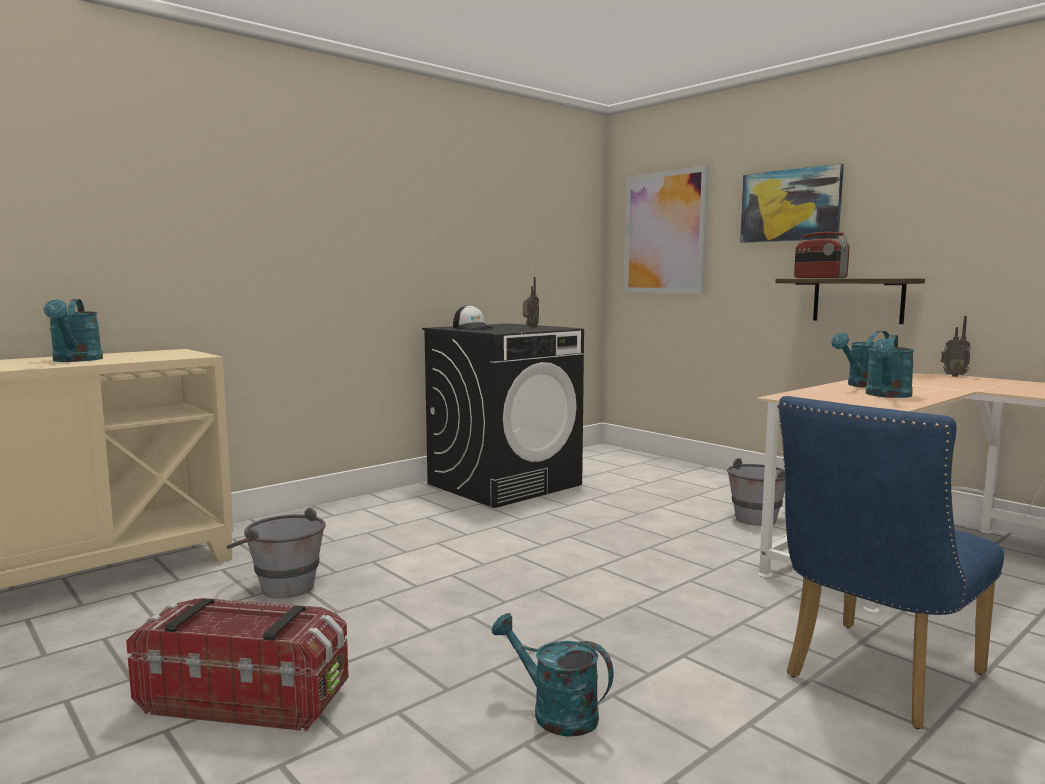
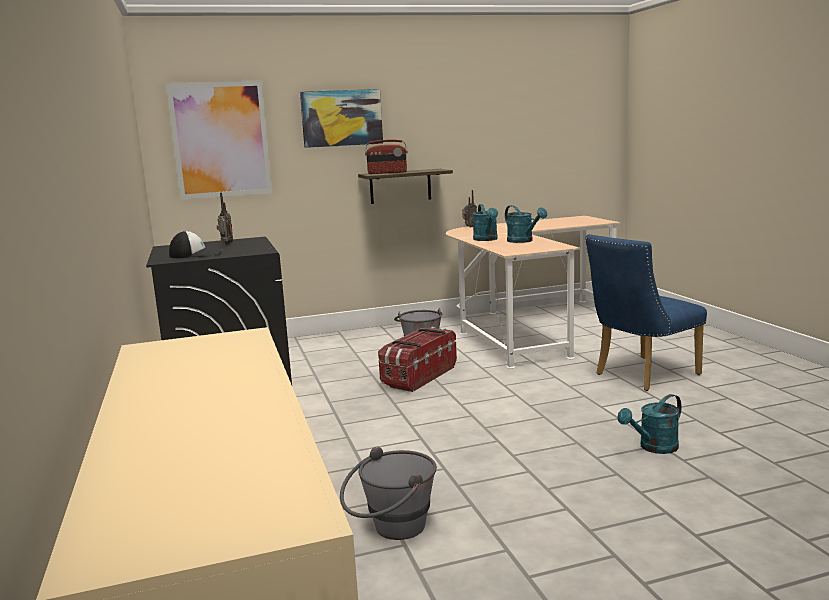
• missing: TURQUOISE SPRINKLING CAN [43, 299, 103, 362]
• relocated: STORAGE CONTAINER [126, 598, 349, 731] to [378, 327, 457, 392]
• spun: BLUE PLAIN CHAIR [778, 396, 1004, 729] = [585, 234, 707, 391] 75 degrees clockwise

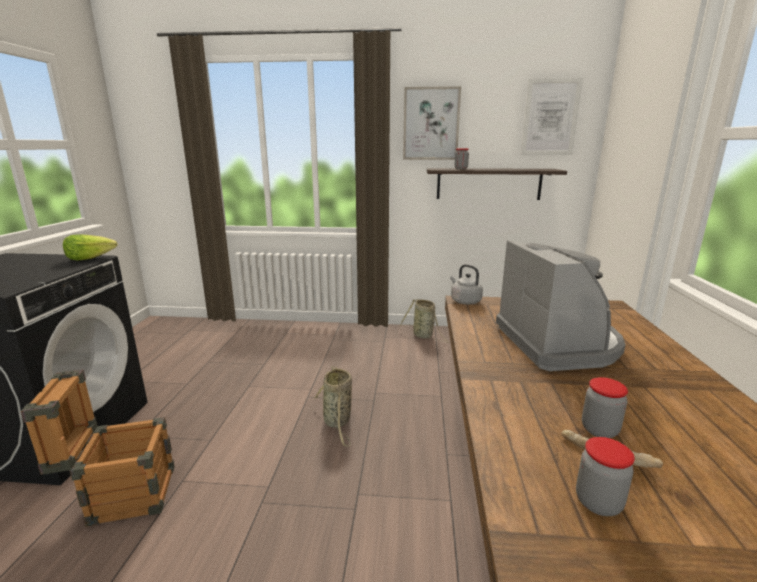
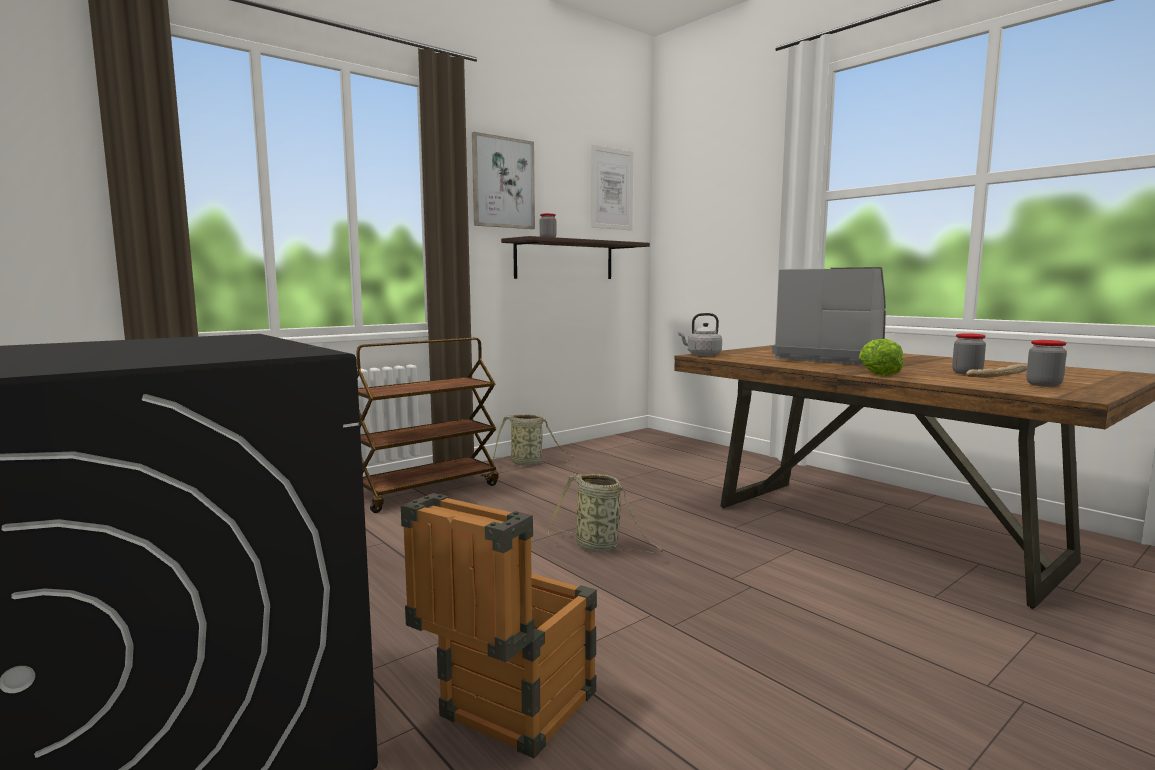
• appeared: BROWNISH CART [356, 338, 499, 513]
• relocated: LETTUCE HEAD [63, 234, 118, 261] to [859, 339, 903, 376]

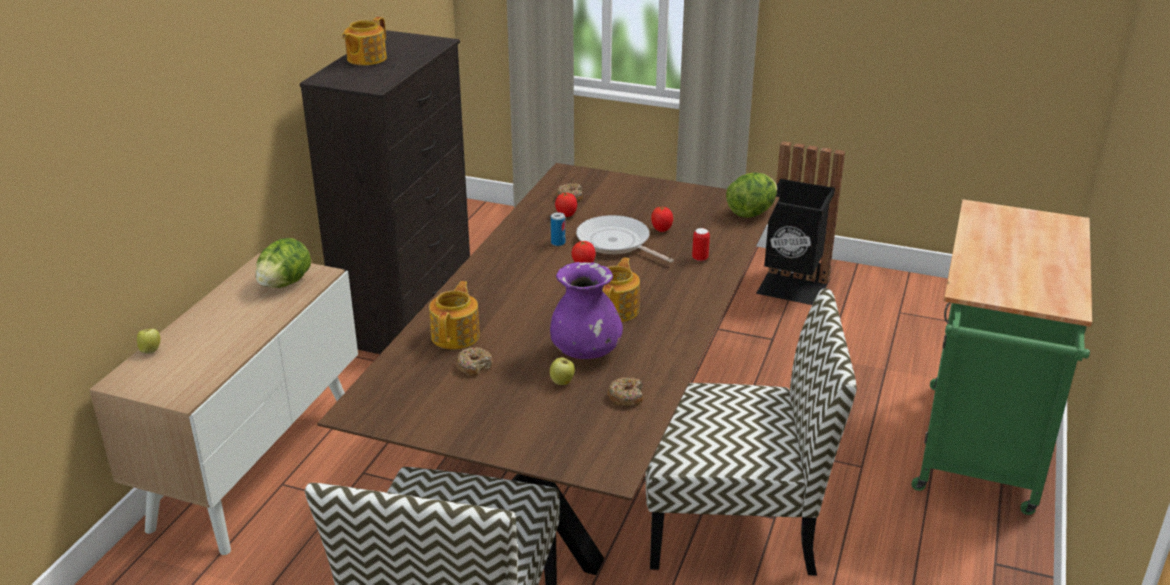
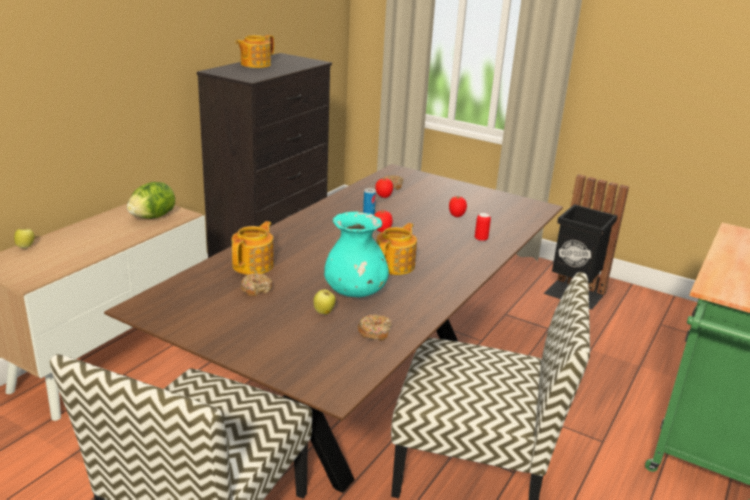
• missing: SKILLET [576, 215, 674, 263]
• missing: LETTUCE HEAD [726, 172, 777, 218]
• colour: PURPLE DECORATIVE VASE [550, 262, 623, 359] to TURQUOISE DECORATIVE VASE [324, 211, 389, 297]

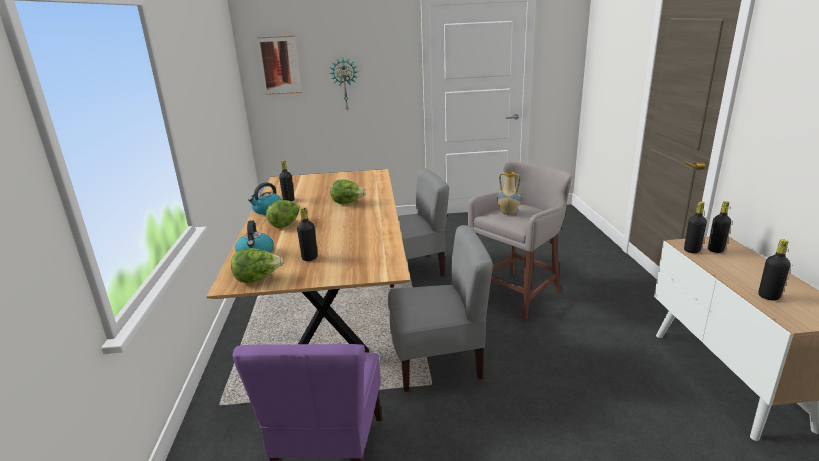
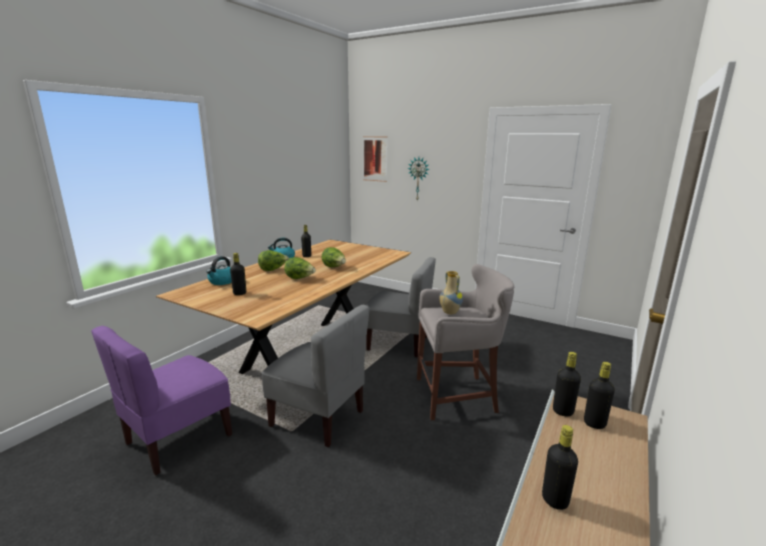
• relocated: LETTUCE HEAD [231, 248, 283, 283] to [284, 257, 316, 279]

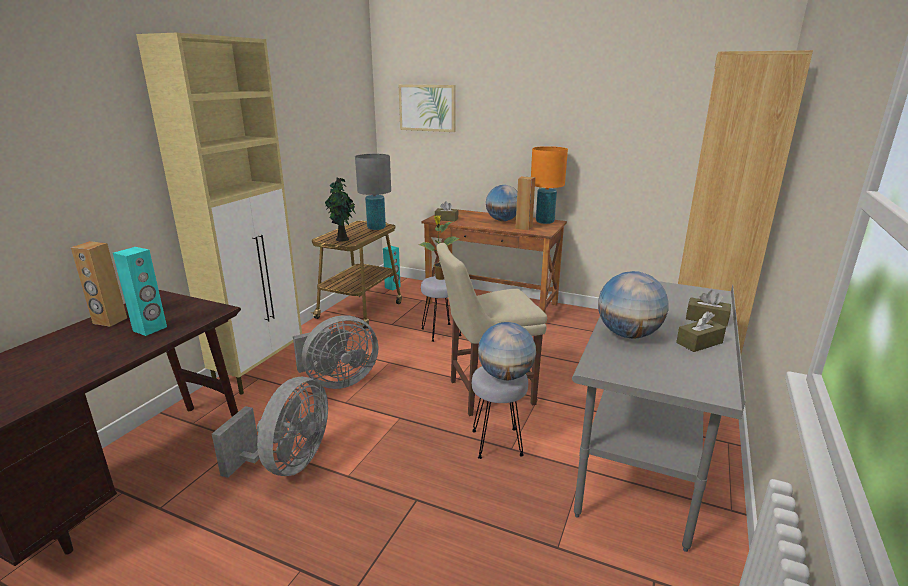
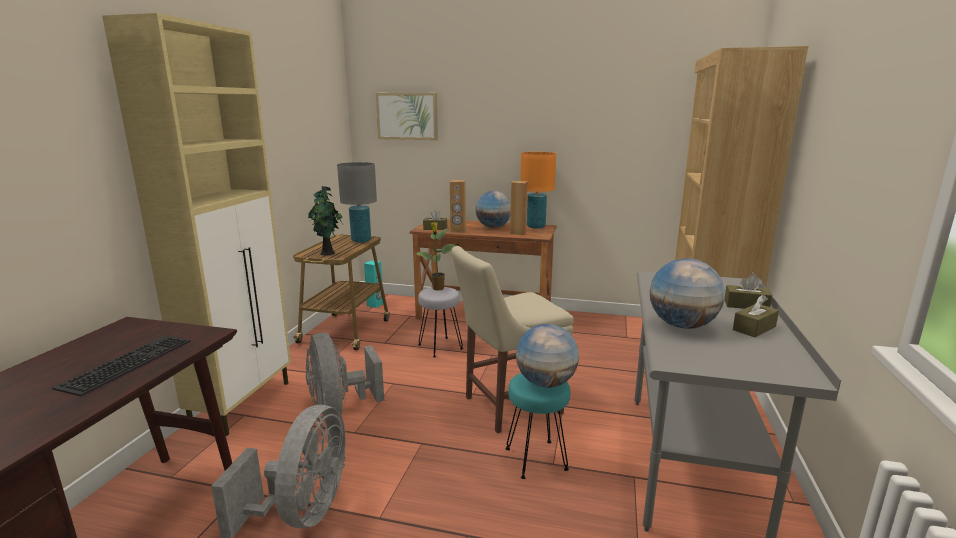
• relocated: BROWNISH AUDIO SPEAKER [71, 241, 127, 327] to [450, 180, 466, 233]
• exchanged: TURQUOISE AUDIO SPEAKER [113, 247, 167, 336] to KEYBOARD [52, 335, 191, 396]
• colour: GREY STOOL SEAT [472, 366, 528, 459] to TURQUOISE STOOL SEAT [506, 373, 570, 479]
• spun: GREY FAN [293, 315, 378, 389] = [306, 333, 384, 421] 105 degrees clockwise

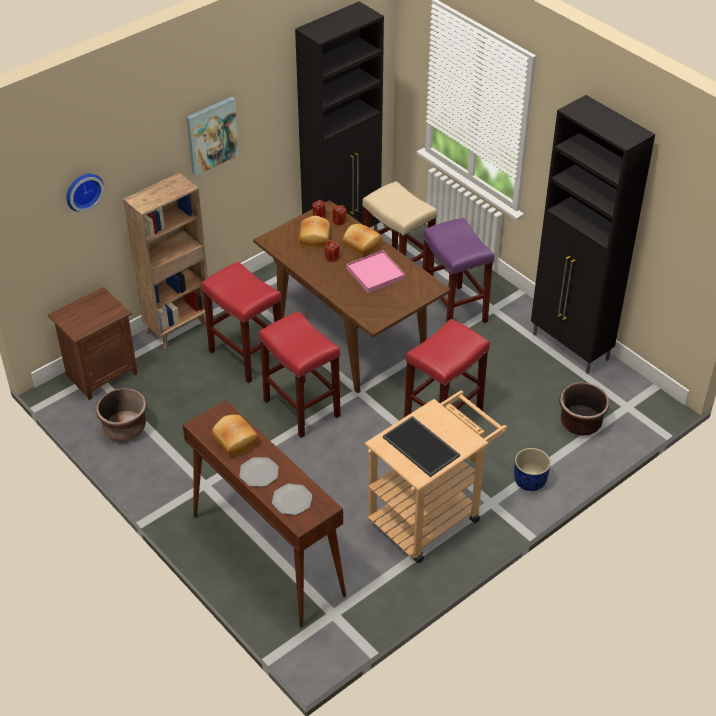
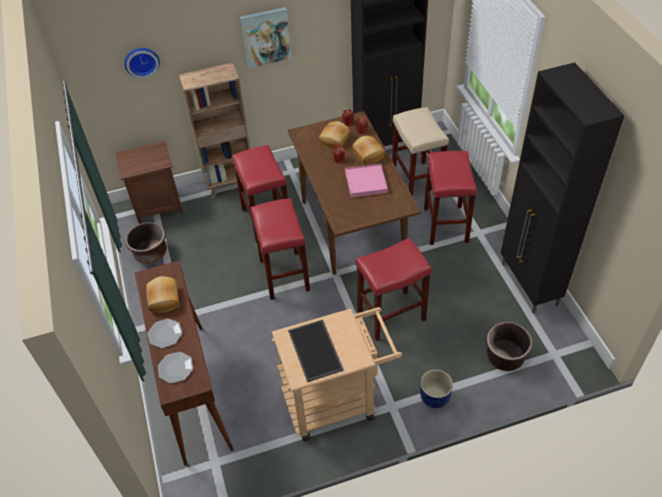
• colour: PURPLE STOOL SEAT [422, 218, 494, 323] to RED-COLOURED STOOL SEAT [424, 151, 477, 245]

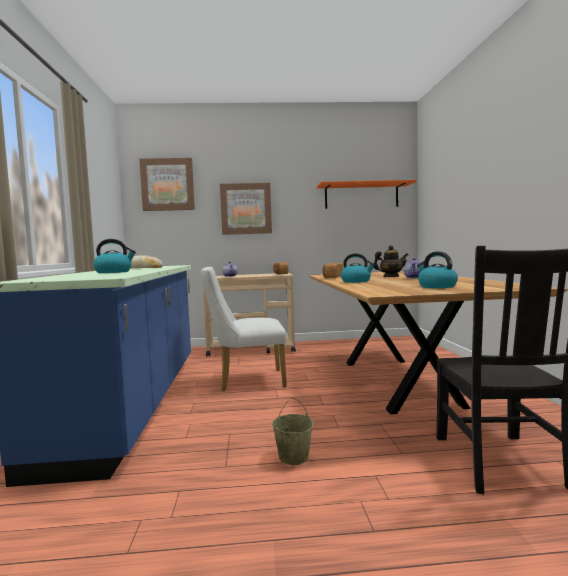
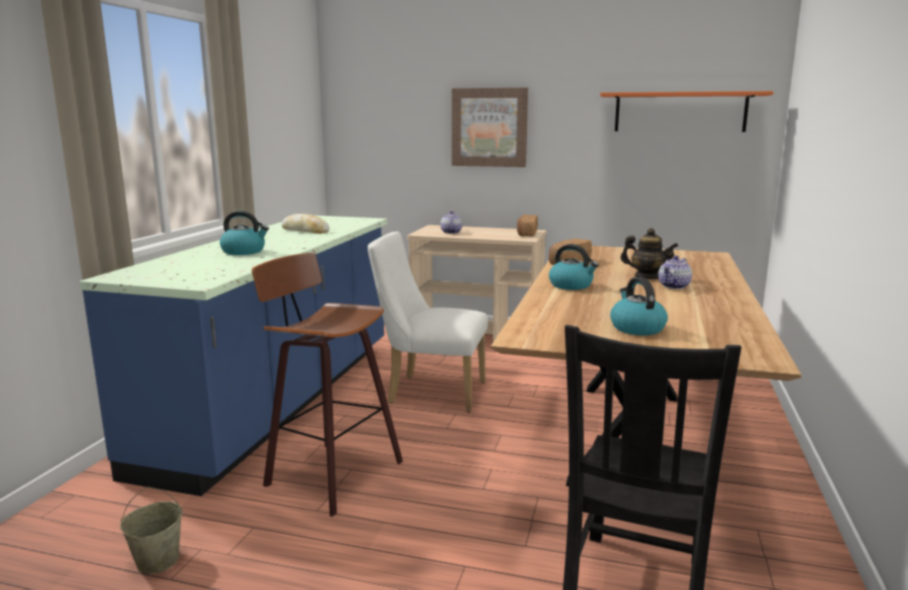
• missing: WALL PICTURE [139, 158, 195, 211]
• appeared: STOOL SEAT [252, 253, 403, 517]
• relocated: BEIGE-COLOURED PAIL [272, 398, 313, 465] to [120, 487, 183, 574]

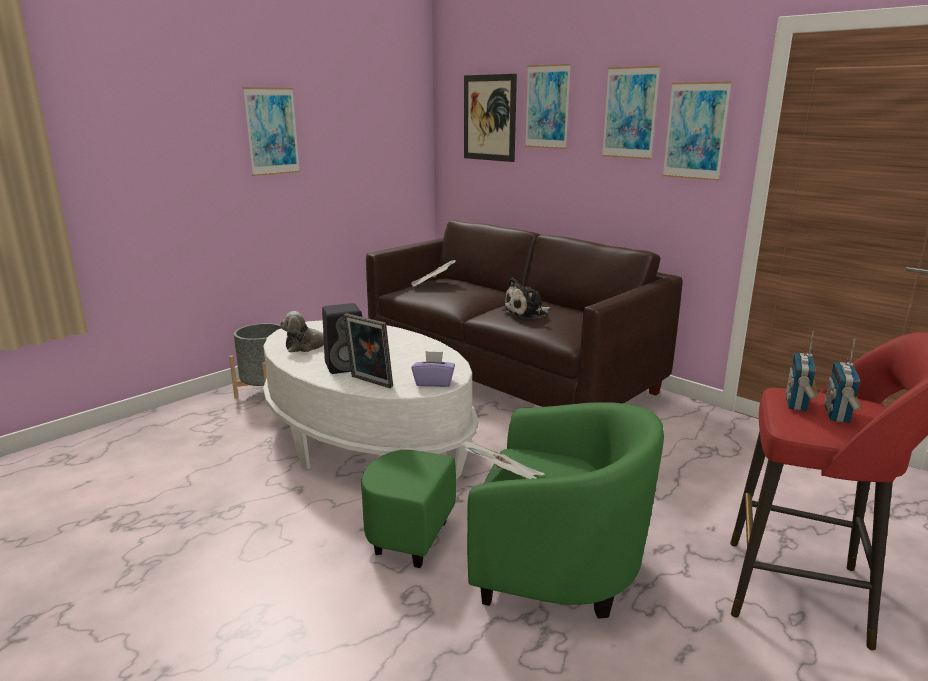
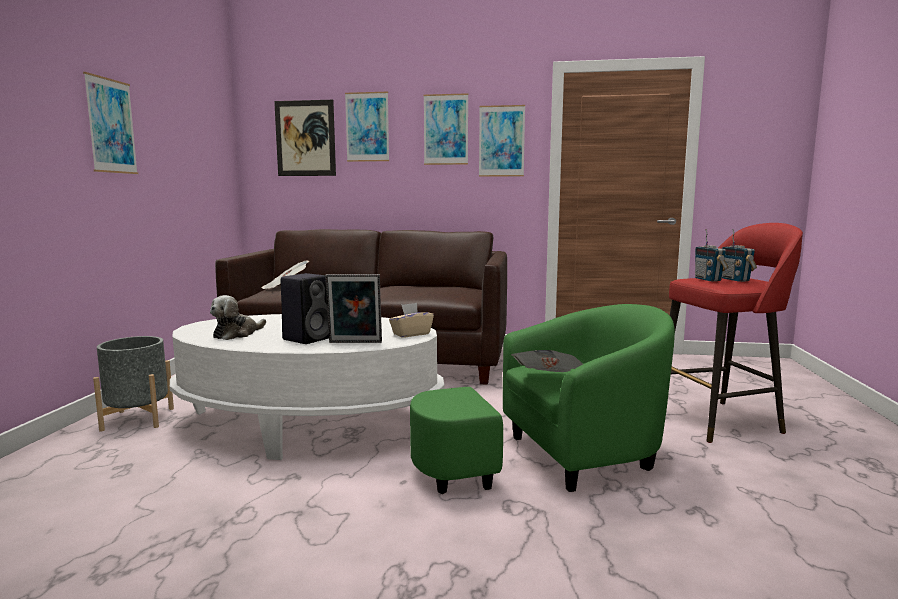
• missing: CUDDLY TOY [502, 278, 550, 319]
• colour: PURPLE TISSUE HOLDER [412, 351, 455, 387] to BEIGE-COLOURED TISSUE HOLDER [389, 303, 434, 338]

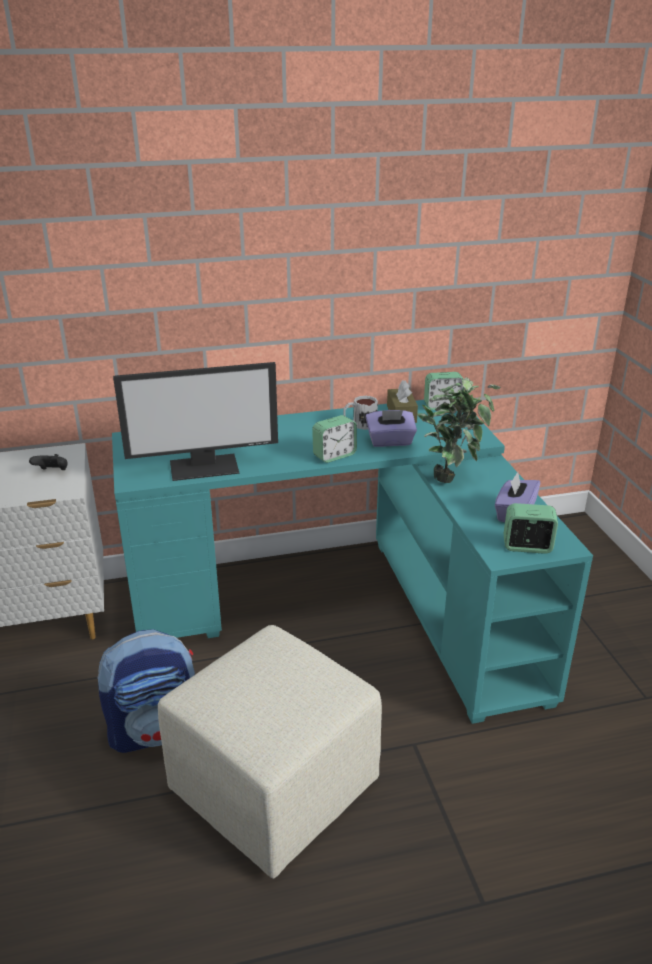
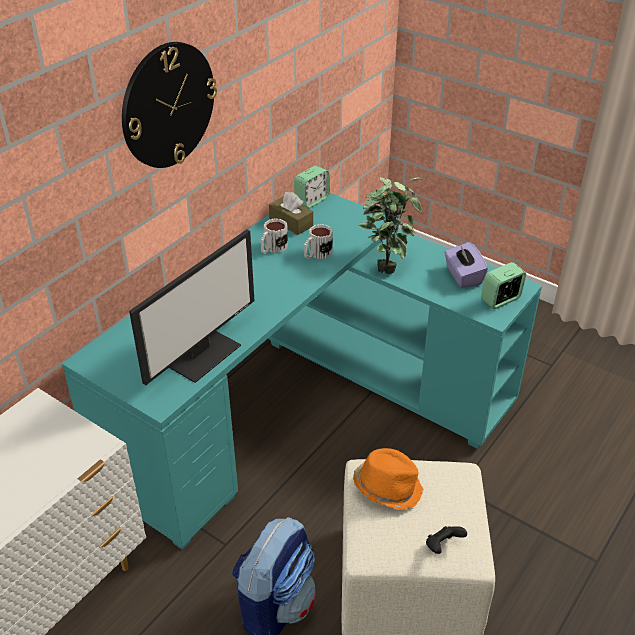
• missing: TABLE CLOCK [312, 415, 357, 463]
• appeared: WALL CLOCK [122, 42, 217, 168]
• appeared: ORANGE WEARABLE HAT [353, 448, 424, 510]
• relocated: BLACK-COLOURED JOYPAD [29, 454, 68, 470] to [426, 526, 467, 554]
• exchanged: PURPLE TISSUE HOLDER [366, 410, 417, 447] to MUG [304, 224, 333, 259]

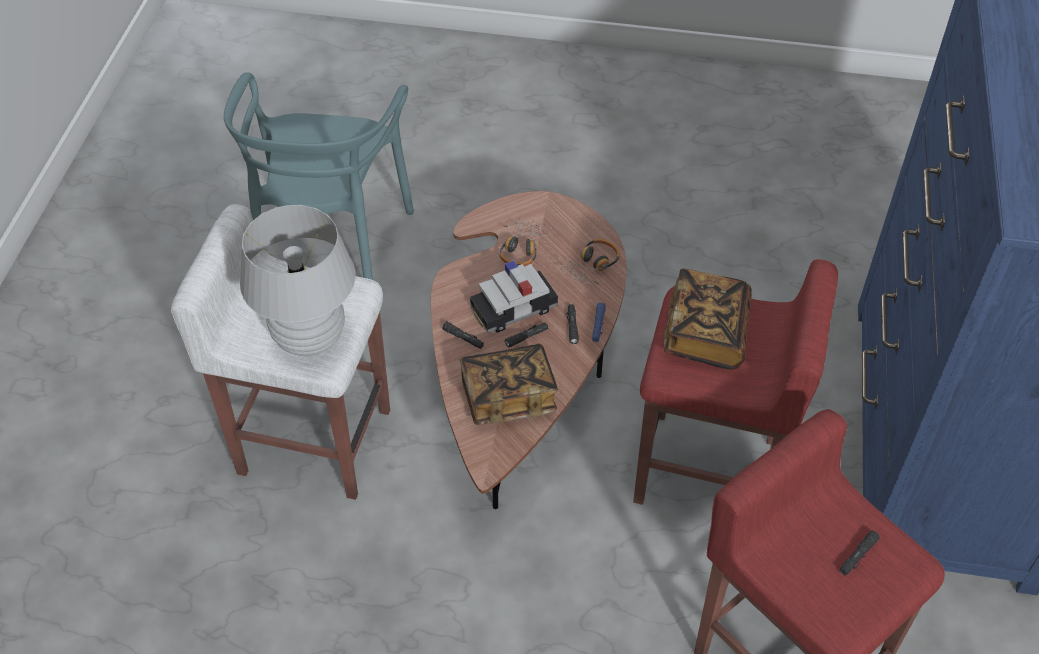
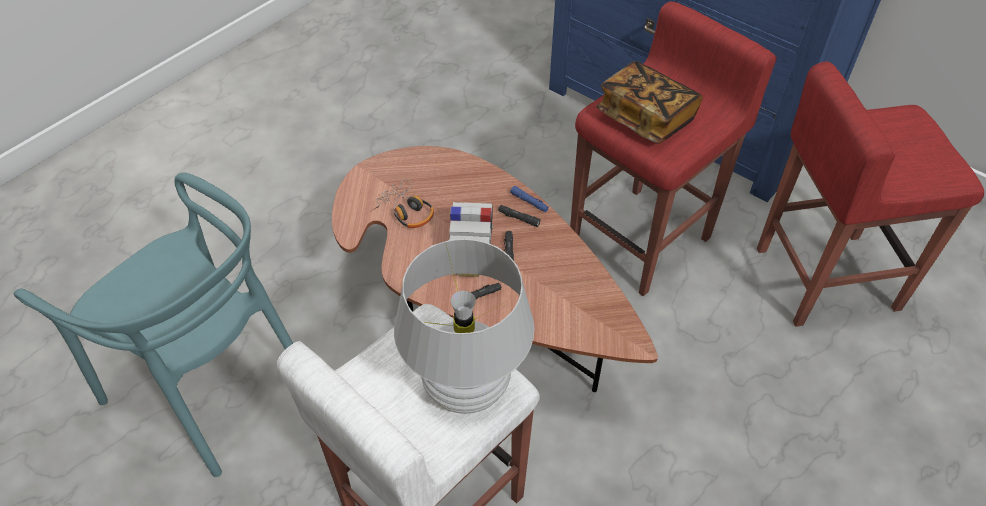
• missing: BOUND BOOK [459, 344, 558, 425]
• missing: PAIR OF HEADPHONES [555, 239, 620, 285]
• missing: BLACK-COLOURED HAND TORCH [839, 530, 880, 575]

